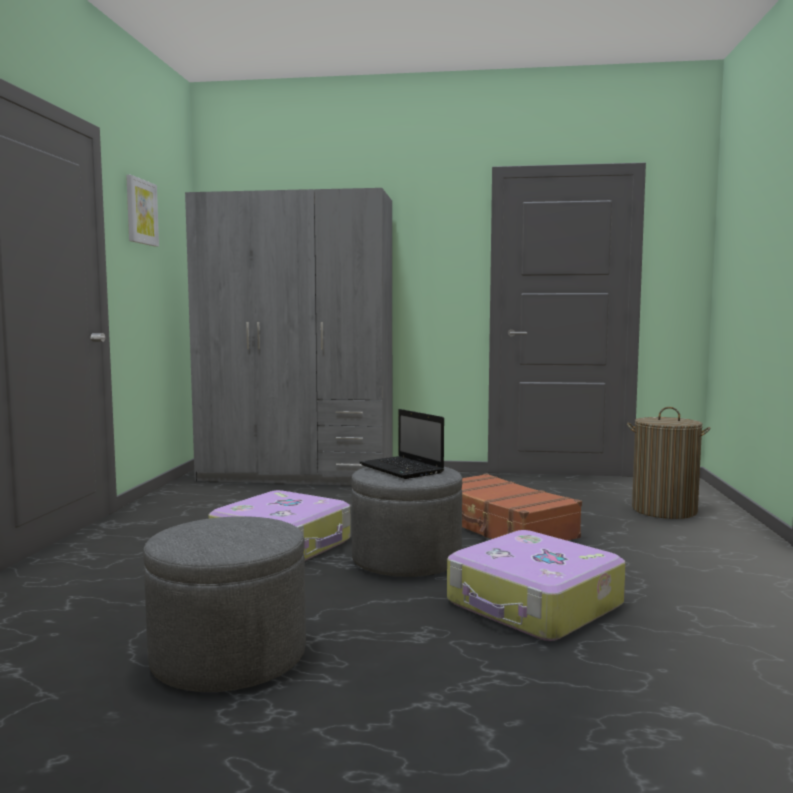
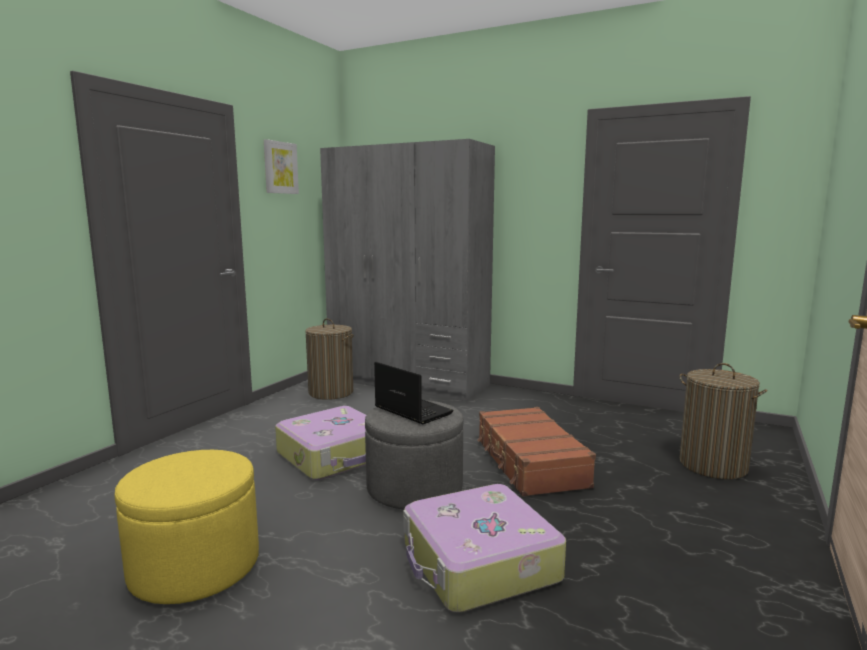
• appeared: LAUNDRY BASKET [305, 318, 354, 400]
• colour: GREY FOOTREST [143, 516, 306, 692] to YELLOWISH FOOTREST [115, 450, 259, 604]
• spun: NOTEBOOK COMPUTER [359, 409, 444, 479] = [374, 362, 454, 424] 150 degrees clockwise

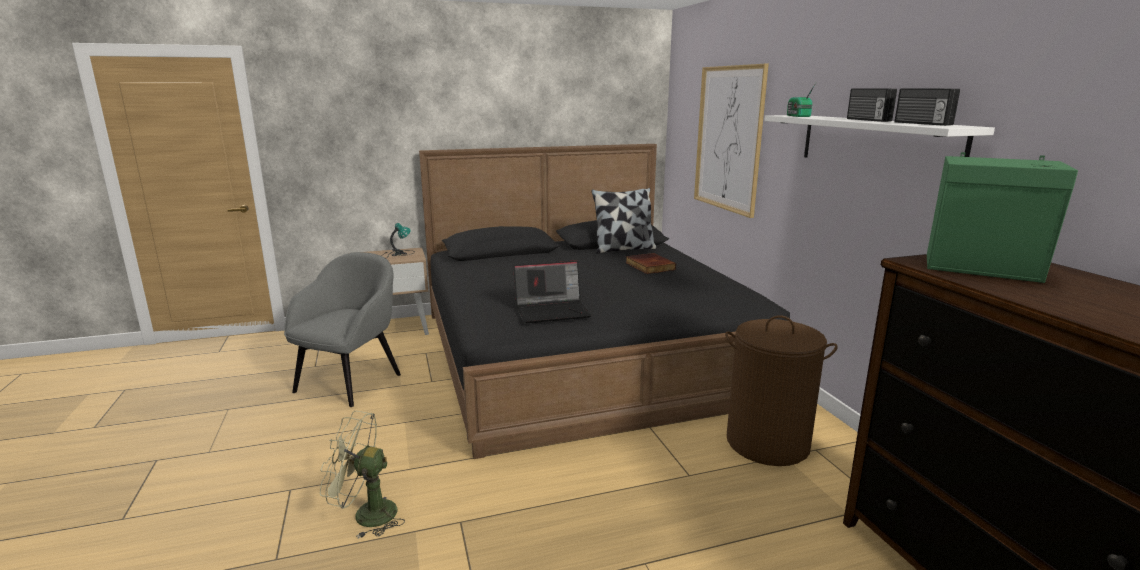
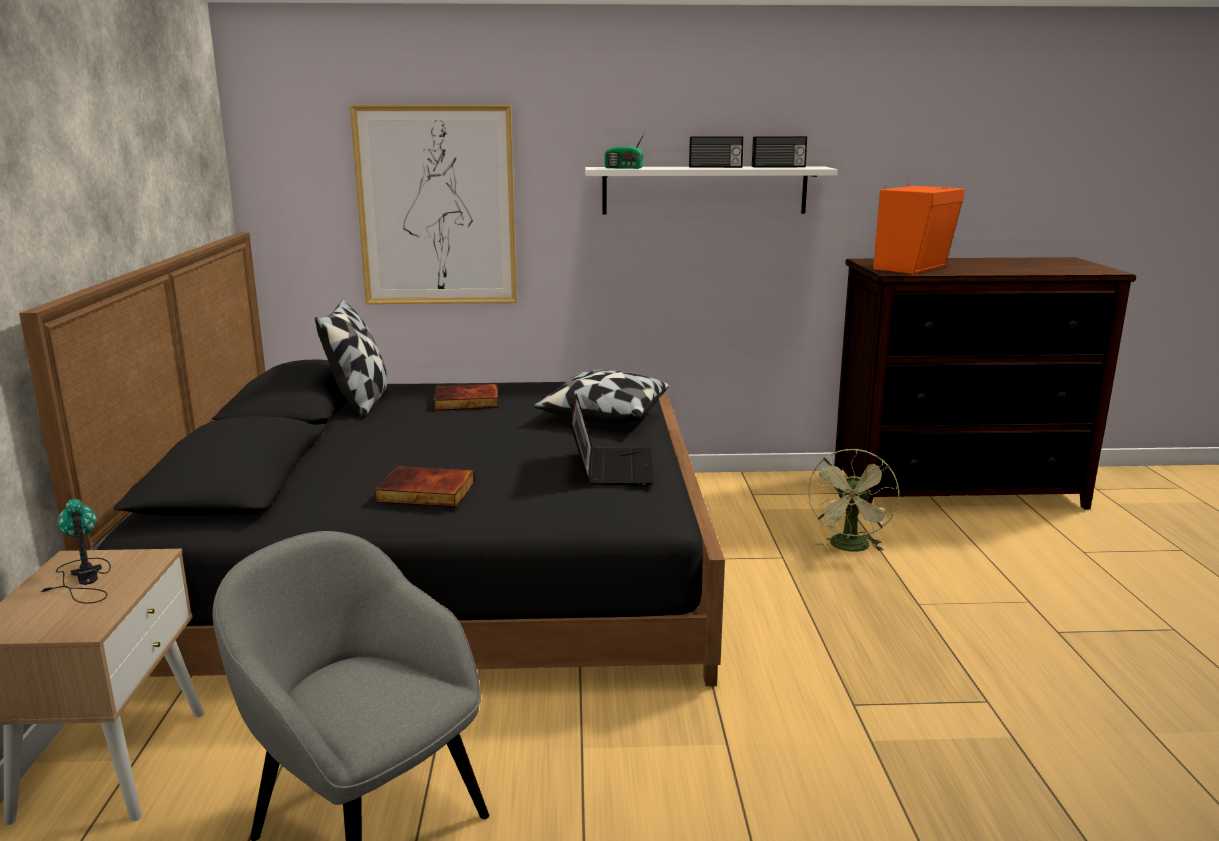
• missing: BROWNISH LAUNDRY BASKET [725, 315, 838, 466]
• appeared: BOUND BOOK [374, 466, 475, 507]
• appeared: THROW PILLOW [534, 370, 669, 423]
• relocated: GREEN FAN [320, 411, 405, 538] to [808, 449, 899, 552]
• colour: GREEN AUDIO SPEAKER [927, 152, 1078, 283] to ORANGE AUDIO SPEAKER [873, 183, 965, 274]

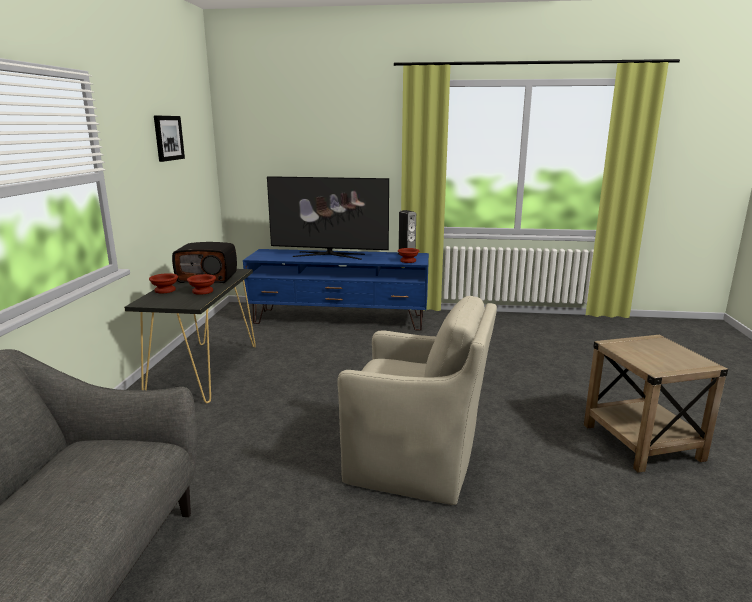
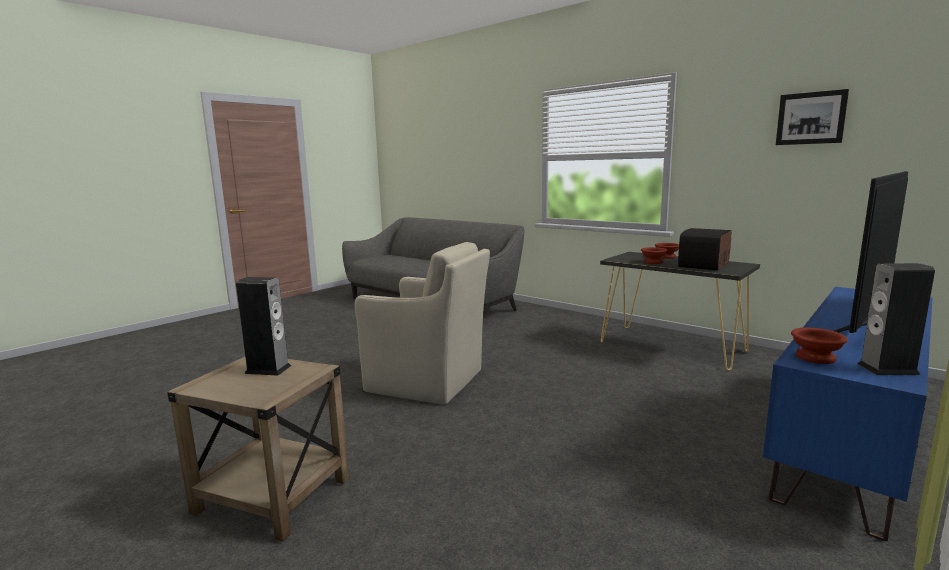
• appeared: AUDIO SPEAKER [236, 277, 291, 376]
• spun: BEIGE-COLOURED ARMCHAIR [337, 296, 497, 505] = [354, 242, 490, 405] 120 degrees counterclockwise

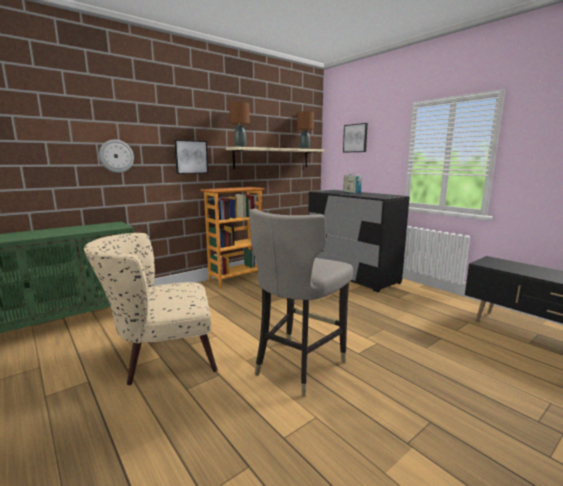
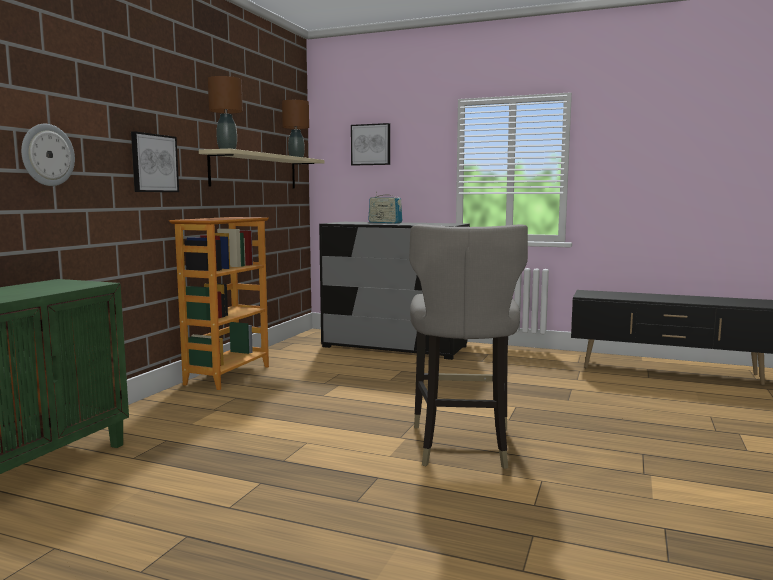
• missing: BEIGE-COLOURED ARMCHAIR [84, 233, 217, 385]

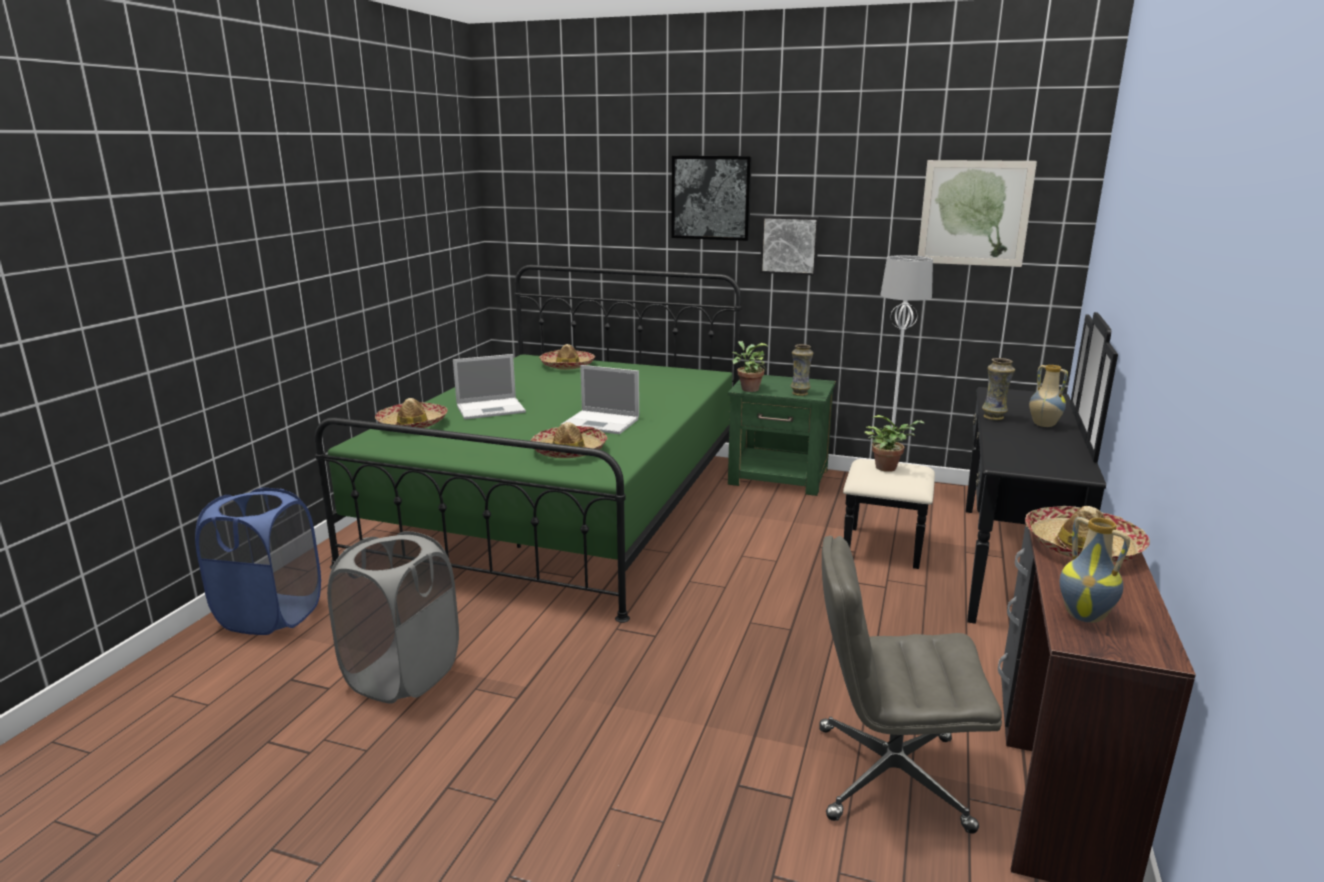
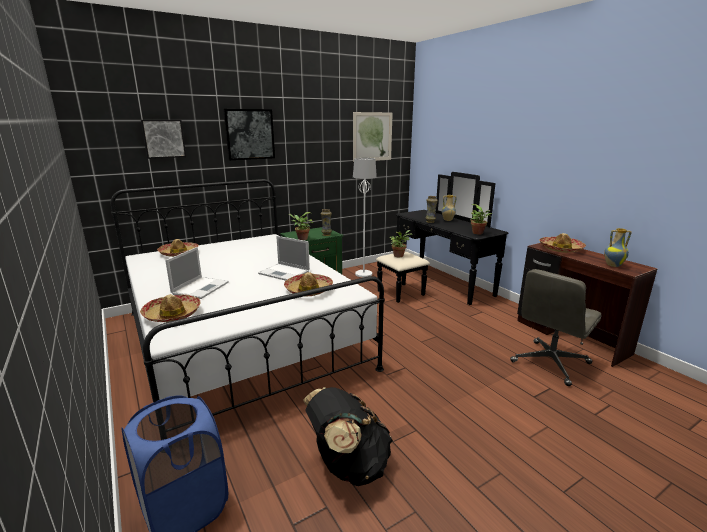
• appeared: POTTED PLANT [471, 204, 493, 234]
• relocated: WALL PICTURE [760, 216, 820, 276] to [141, 120, 186, 159]
• exchanged: GREY LAUNDRY BASKET [327, 531, 459, 704] to BLACK-COLOURED BACKPACK [303, 387, 393, 486]
• colour: GREEN SLEEPING BED [315, 265, 742, 623] to WHITE-COLOURED SLEEPING BED [110, 179, 385, 416]
• spun: NOTEBOOK COMPUTER [561, 365, 639, 434] = [258, 236, 310, 281] 60 degrees clockwise

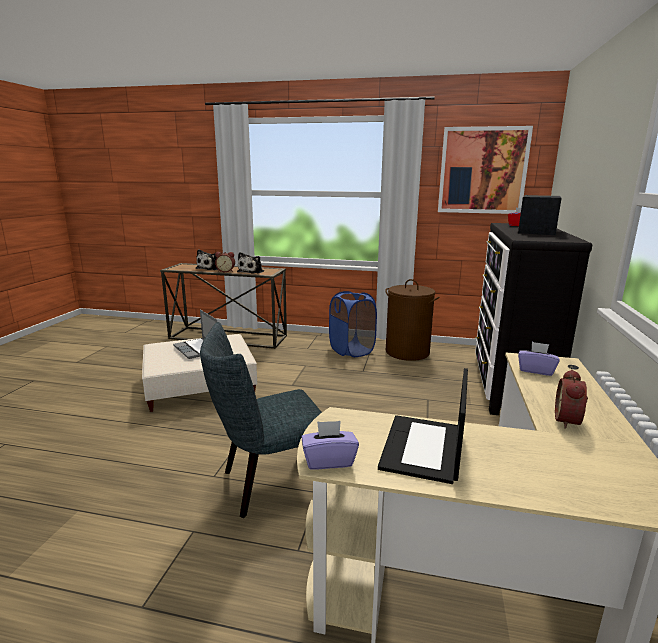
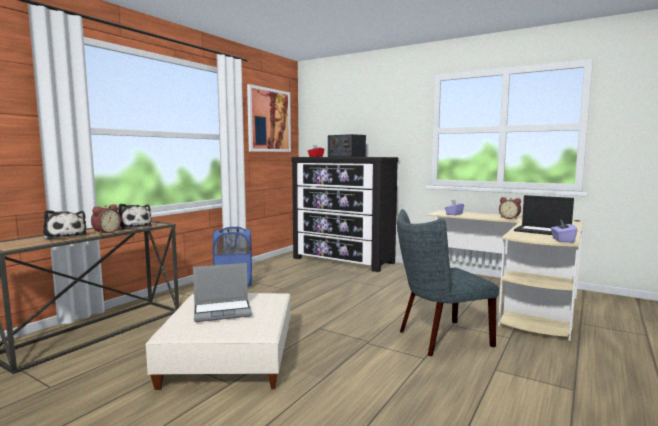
• missing: BROWNISH LAUNDRY BASKET [385, 279, 440, 361]
• spun: GREY PLAIN CHAIR [200, 322, 322, 518] = [397, 209, 499, 356] 75 degrees clockwise

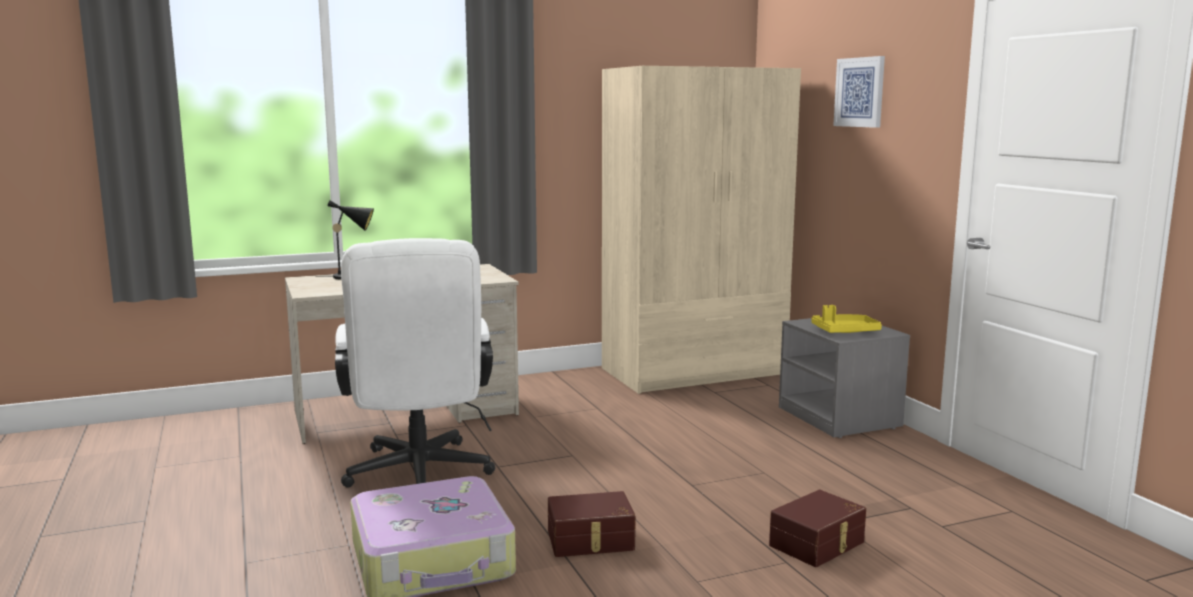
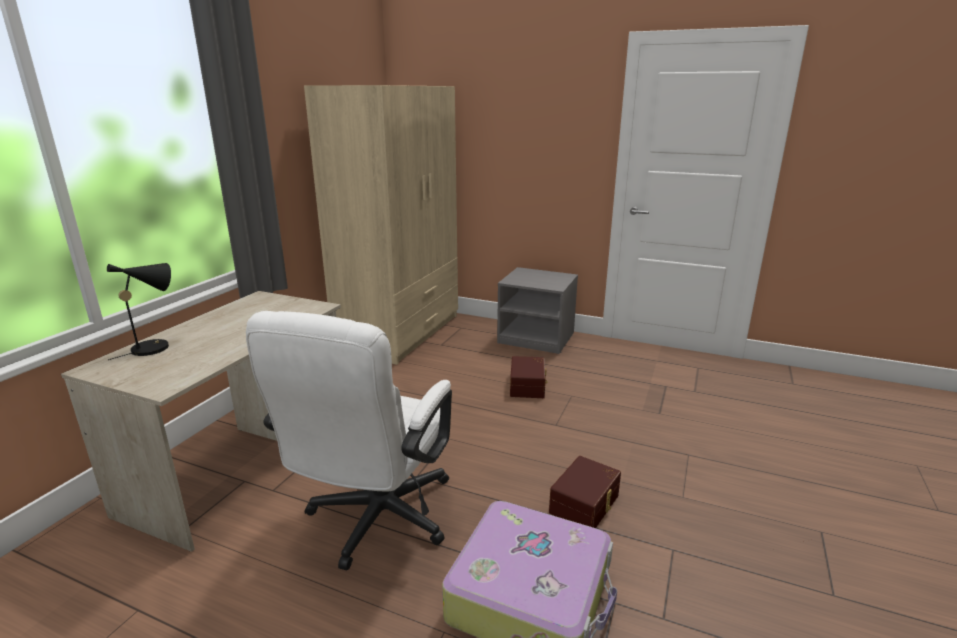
• missing: YELLOWISH TRAY [811, 305, 882, 333]
• missing: WALL PICTURE [833, 56, 885, 128]
• relocated: BROWNISH STORAGE CONTAINER [769, 490, 866, 567] to [510, 356, 547, 398]
• spun: WHITE-COLOURED OFFICE CHAIR [335, 238, 495, 488] = [246, 311, 452, 571] 75 degrees clockwise

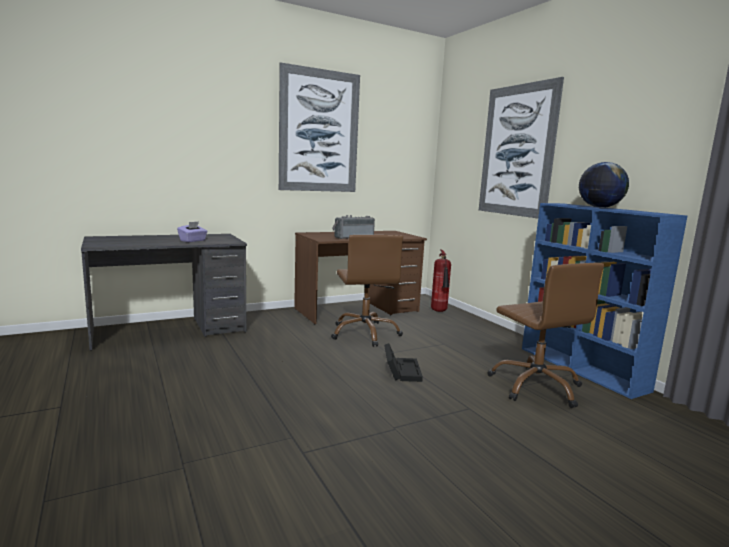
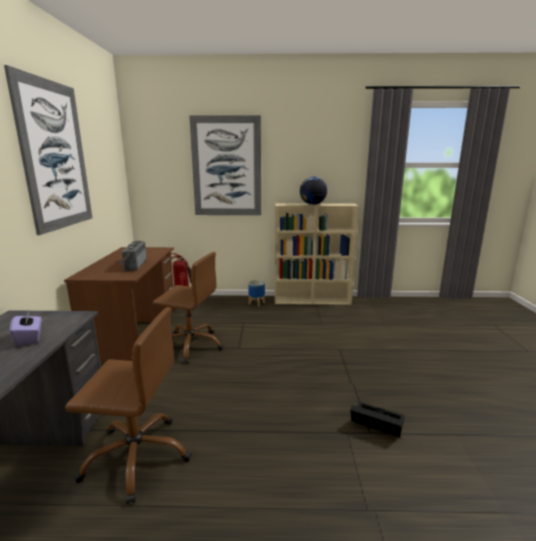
• appeared: PLANTER [248, 280, 265, 307]
• relocated: BLACK-COLOURED STORAGE CONTAINER [384, 343, 423, 382] to [350, 401, 405, 437]
• relocated: BROWNISH OFFICE CHAIR [487, 263, 604, 408] to [65, 307, 191, 504]
• colour: BLUE BOOKSHELF [522, 203, 687, 399] to BEIGE-COLOURED BOOKSHELF [275, 203, 359, 305]

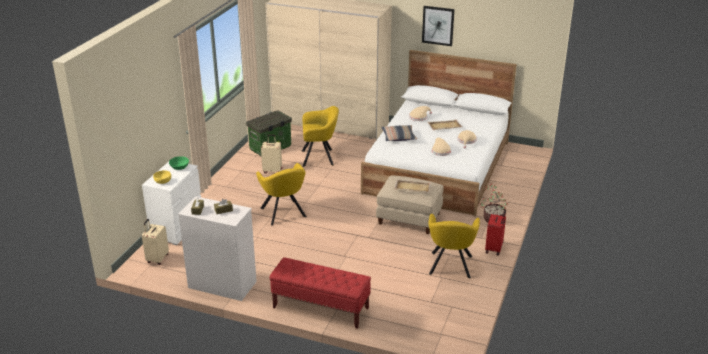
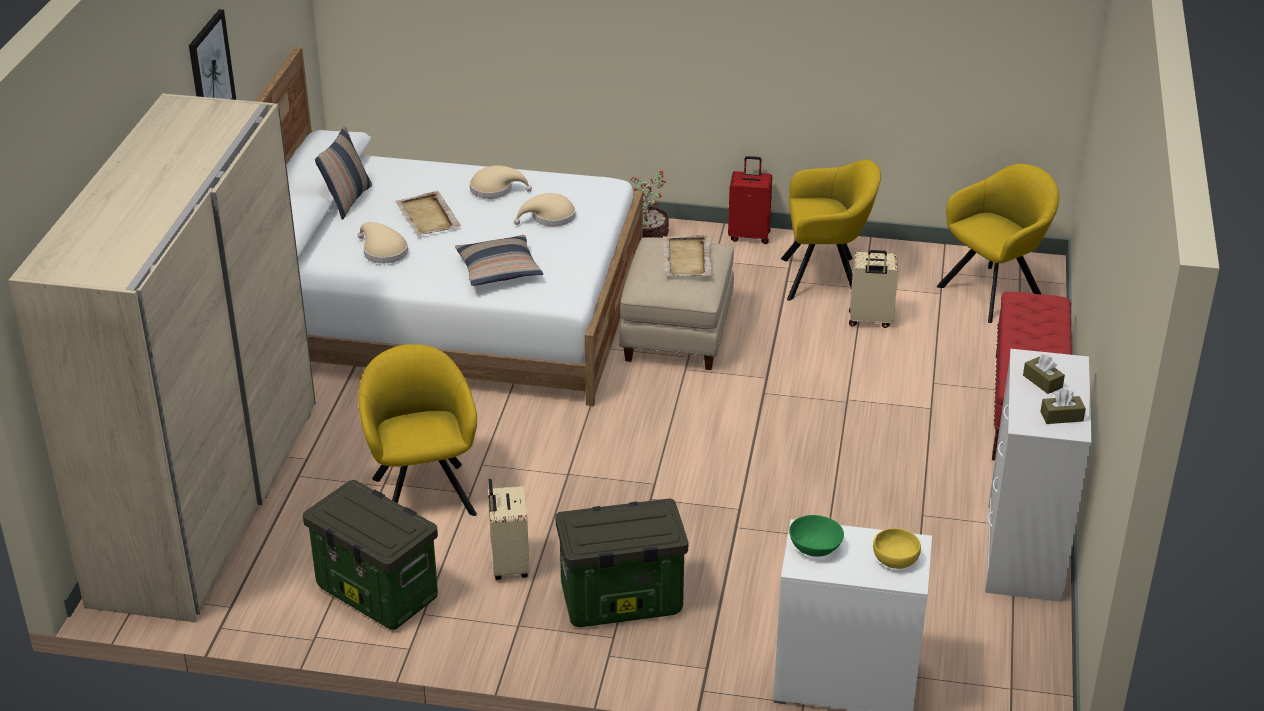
• appeared: THROW PILLOW [315, 126, 372, 220]
• appeared: STORAGE CONTAINER [555, 498, 688, 627]
• relocated: BEIGE-COLOURED SUITCASE [142, 219, 169, 265] to [849, 250, 898, 328]
• relocated: YELLOWISH ARMCHAIR [256, 163, 307, 225] to [937, 164, 1059, 323]

